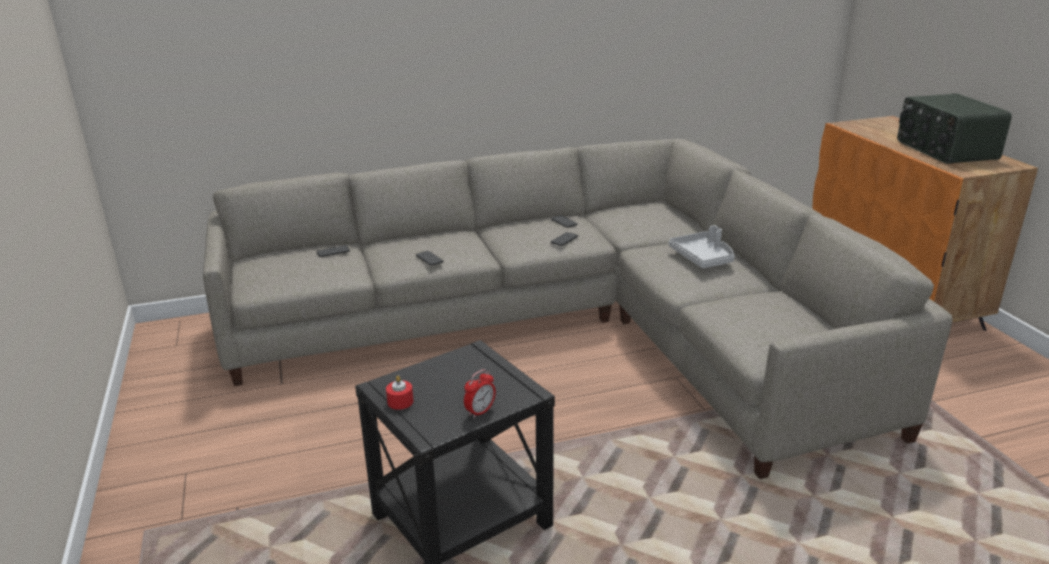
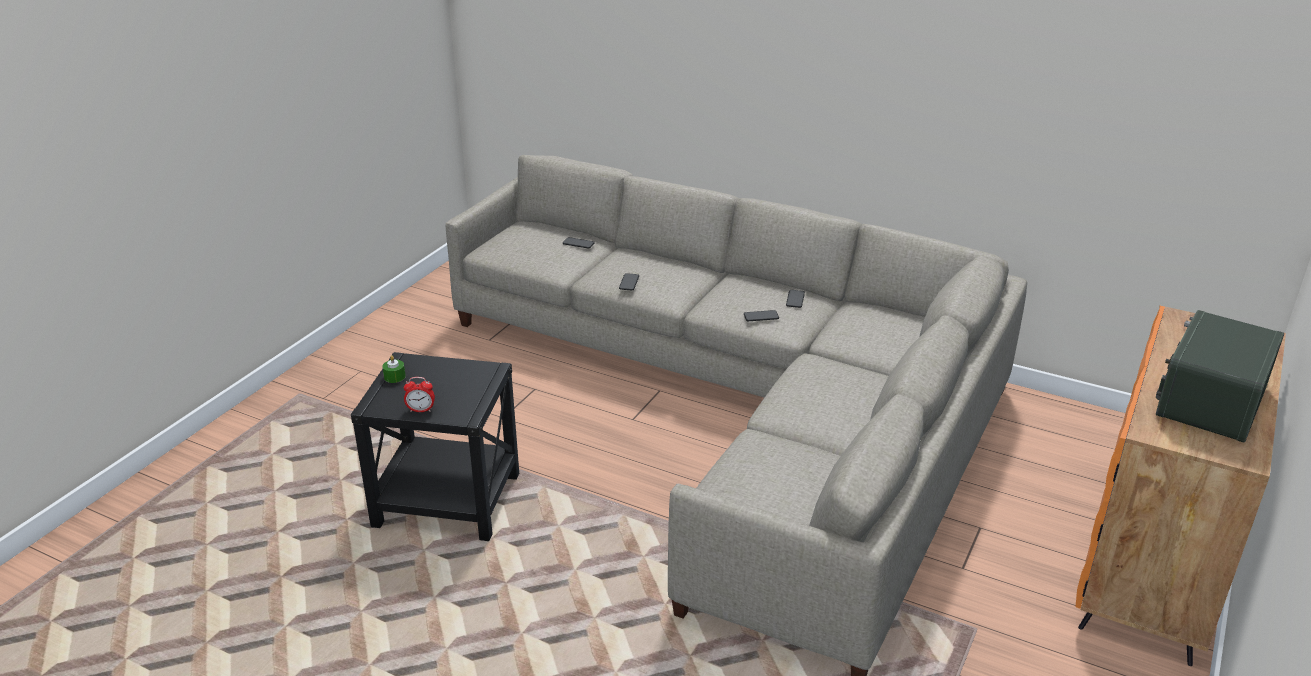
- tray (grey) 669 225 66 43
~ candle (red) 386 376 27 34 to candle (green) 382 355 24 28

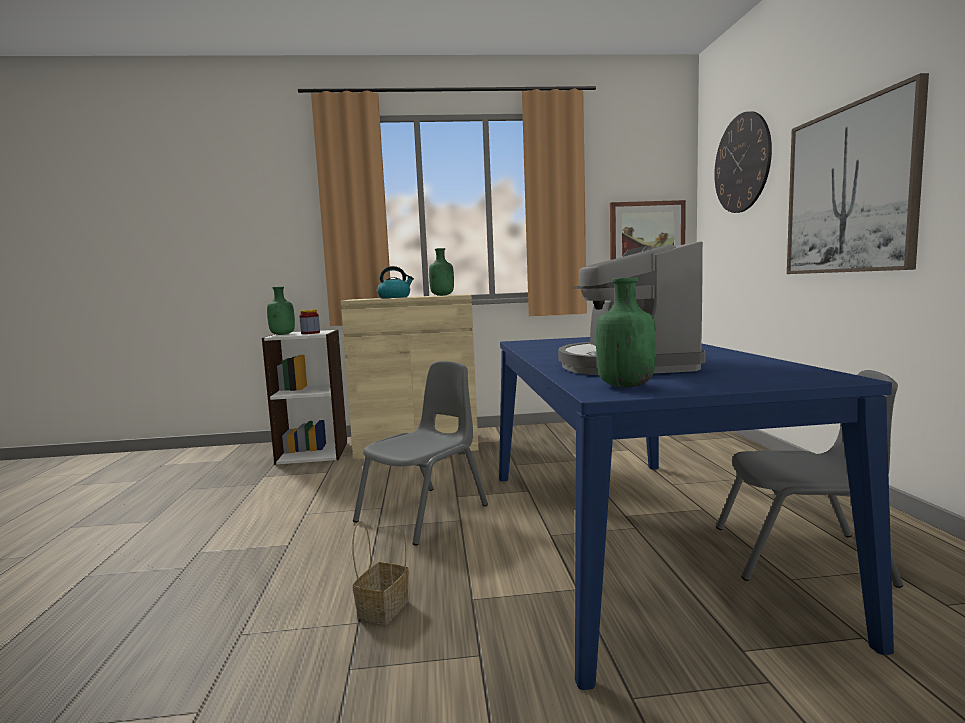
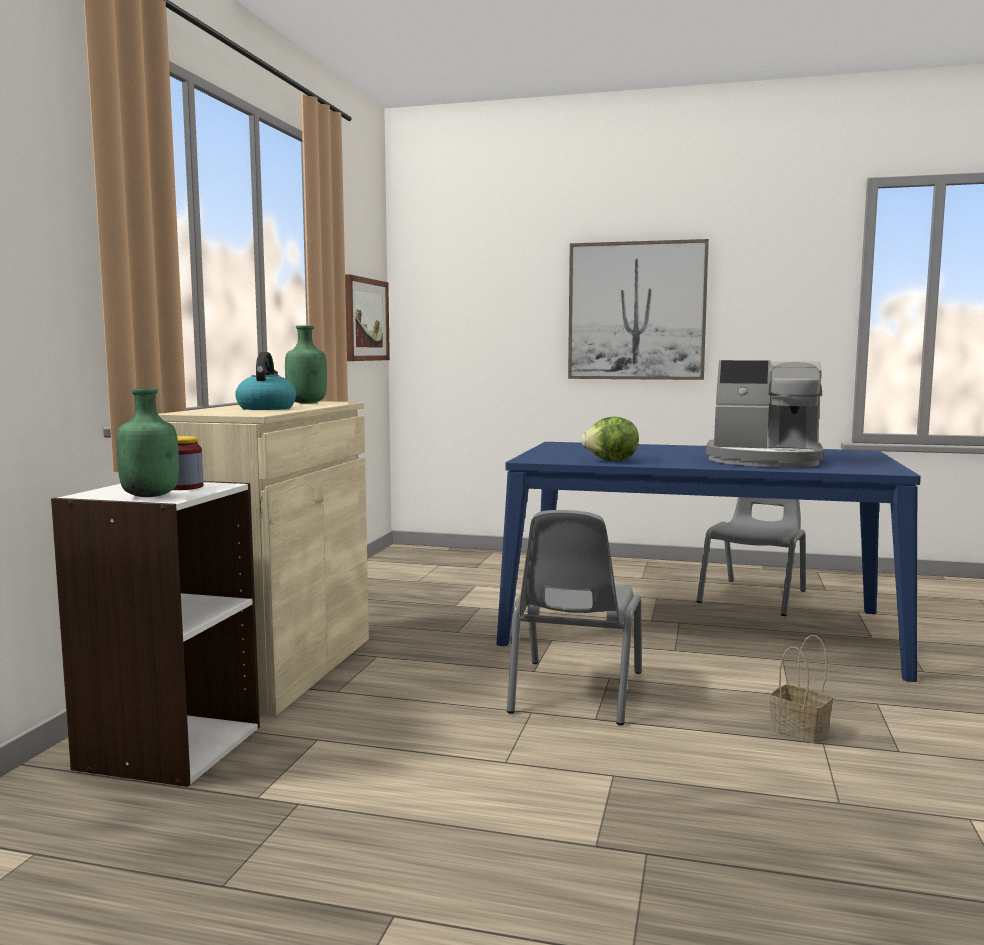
- wall clock 714 111 58 102
- bottle (green) 596 277 60 111
~ chair (grey) 353 361 135 185 = 507 510 135 215 135 degrees counterclockwise
+ lettuce 581 417 58 44

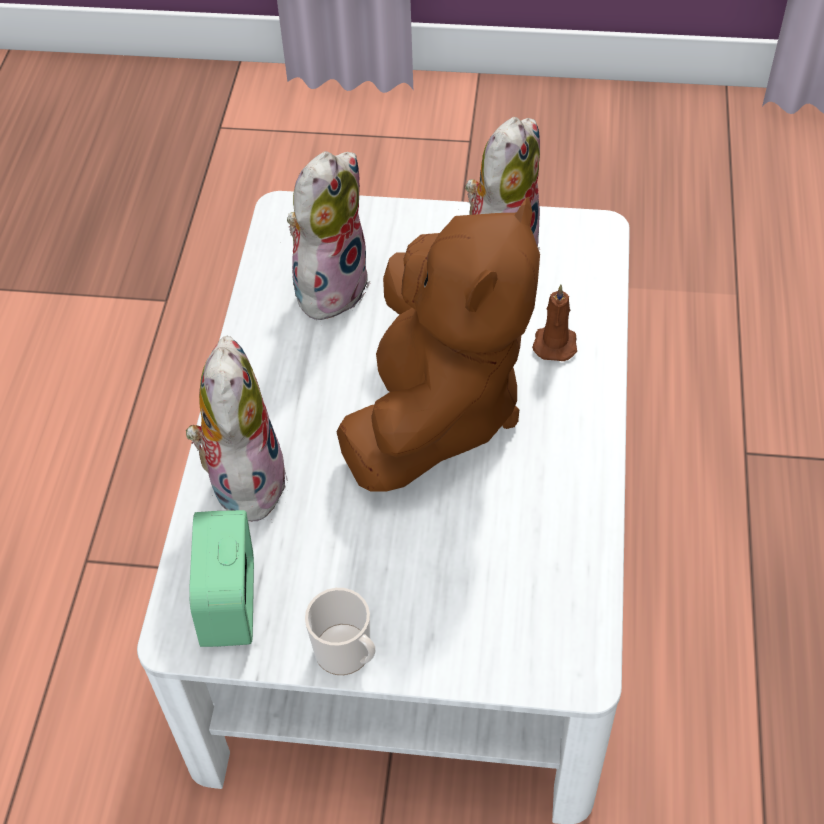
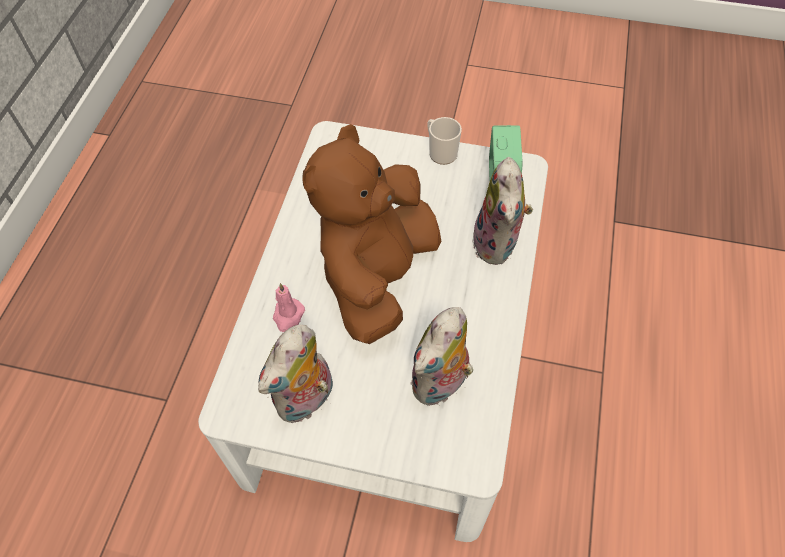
~ candle (brown) 532 284 45 77 to candle (pink) 273 283 32 49

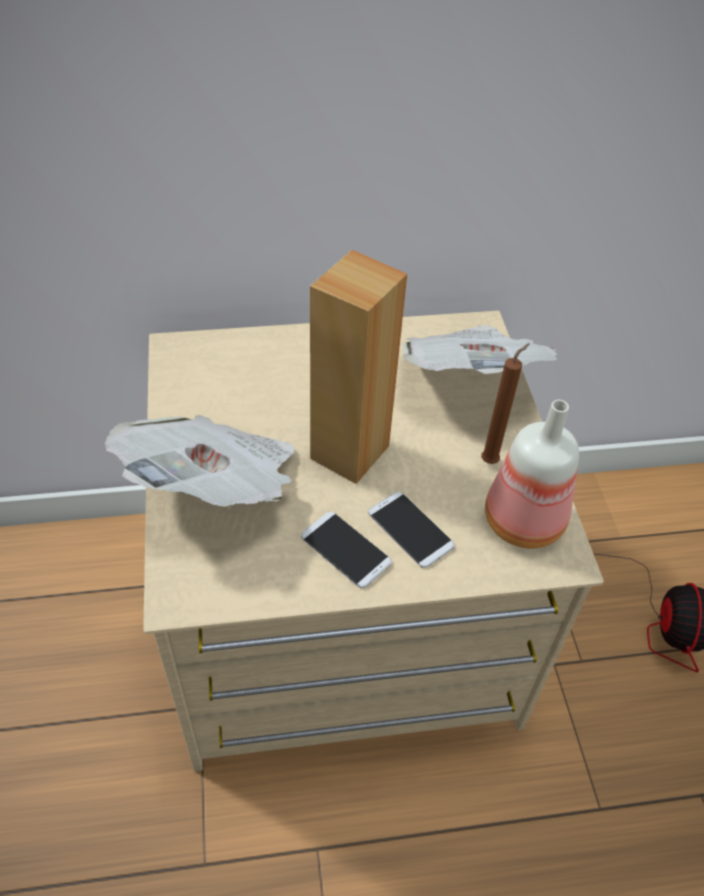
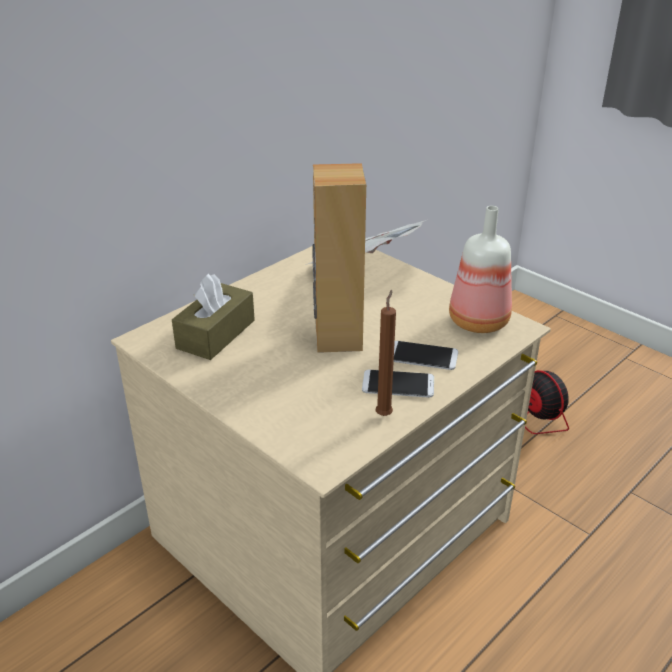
~ candle (brown) 481 343 49 121 to 376 290 20 126
- newspaper 105 415 190 92
+ tissue box (brown) 172 273 83 87

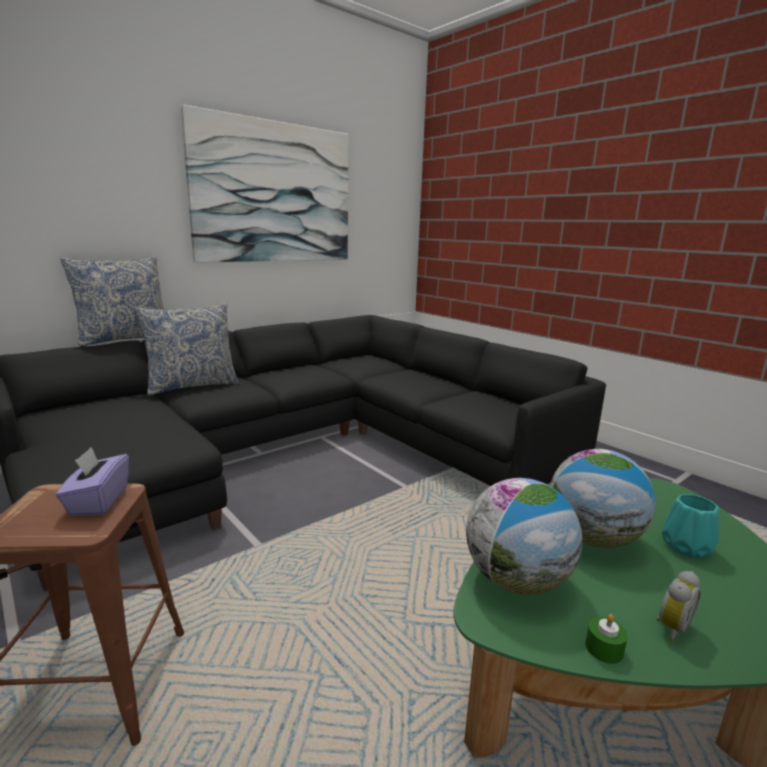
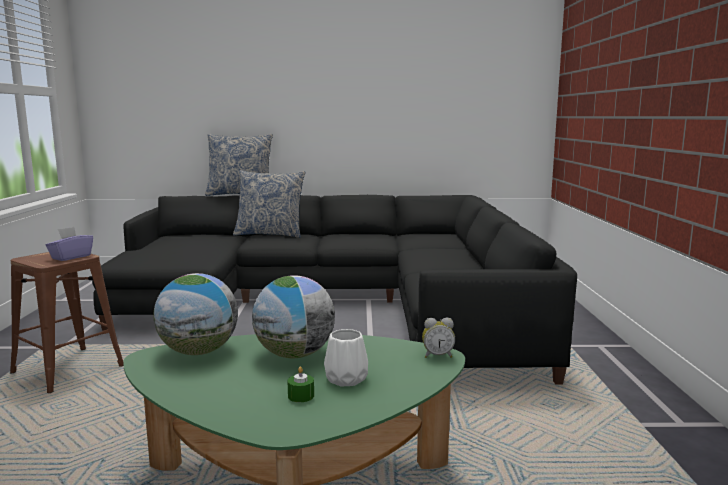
- picture 181 104 168 158
~ vase (turquoise) 662 494 57 64 to vase (white) 324 329 44 57
~ alarm clock 656 571 45 71 to 422 317 33 41
~ candle (green) 585 614 43 50 to 287 367 27 35

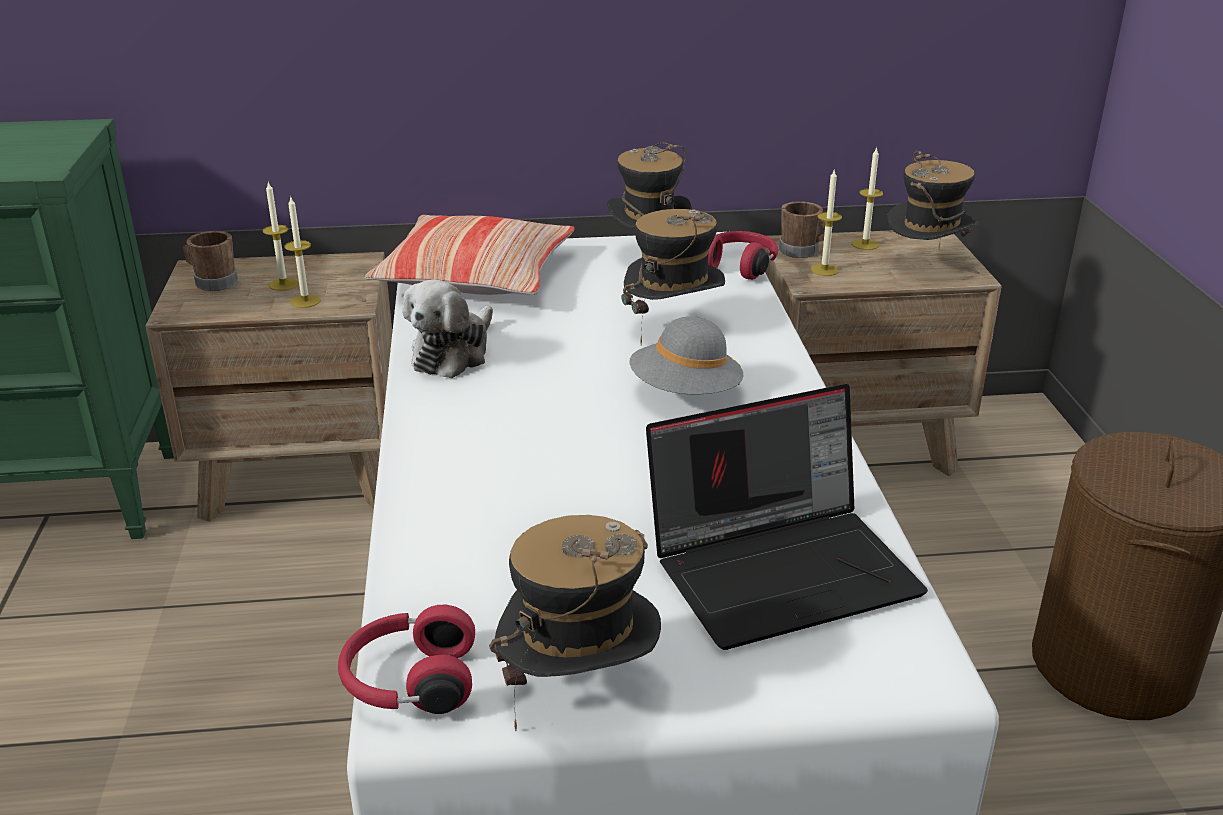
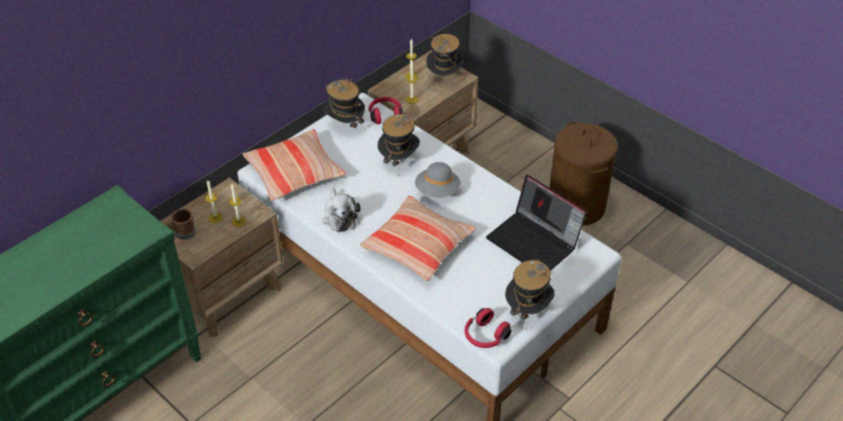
- mug (brown) 779 201 47 57
~ laptop 646 384 282 266 = 486 175 101 96 105 degrees clockwise
+ pillow 360 196 116 86

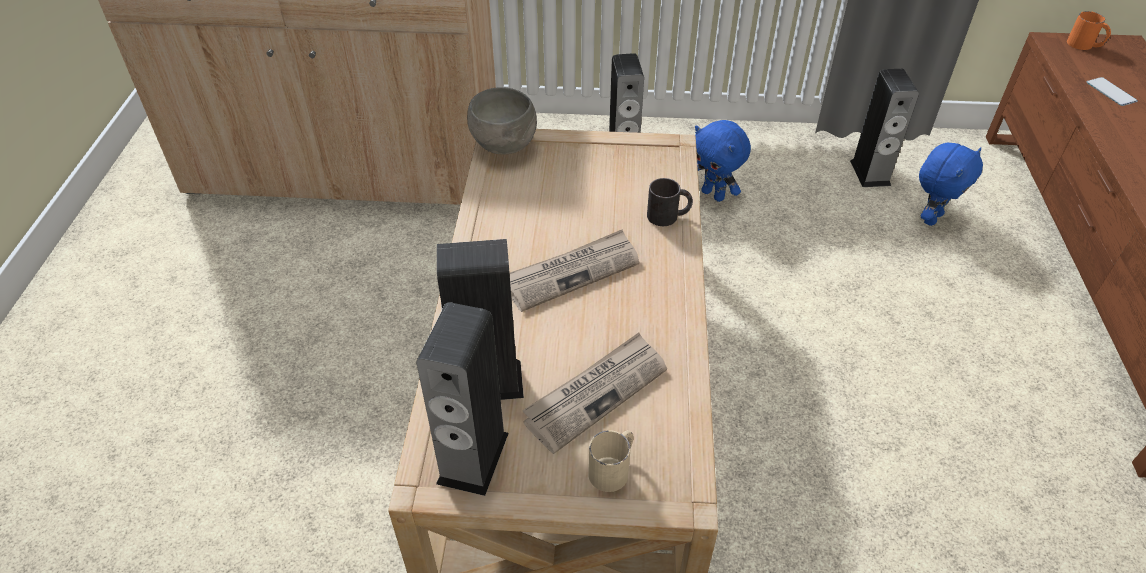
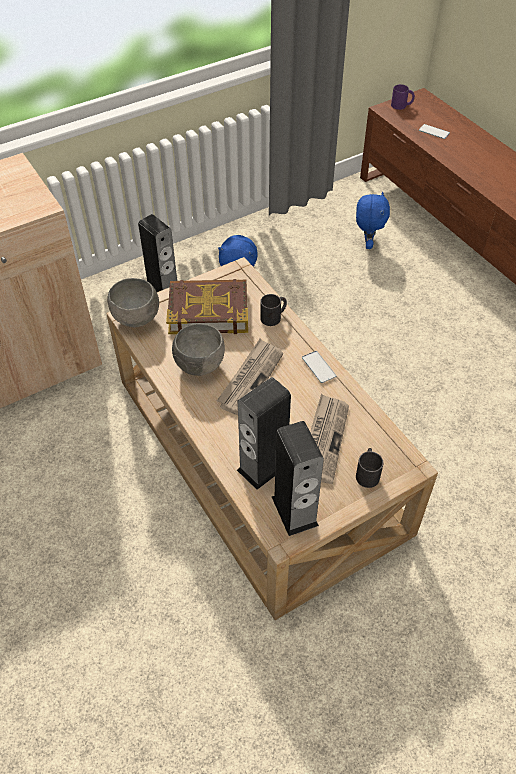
~ mug (orange) 1067 11 44 39 to mug (purple) 391 84 24 26
- speaker 850 69 69 118
~ mug (beige) 588 430 46 62 to mug (black) 356 448 28 40
+ book 166 279 82 55
+ bowl (grey) 172 324 53 52
+ phone 302 351 34 32

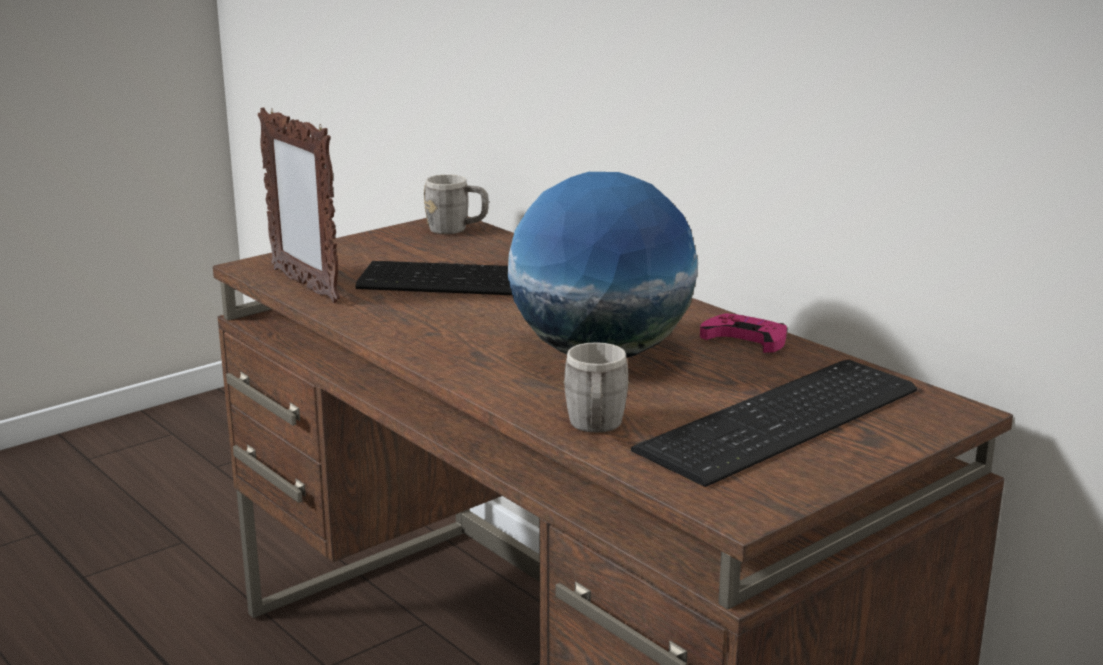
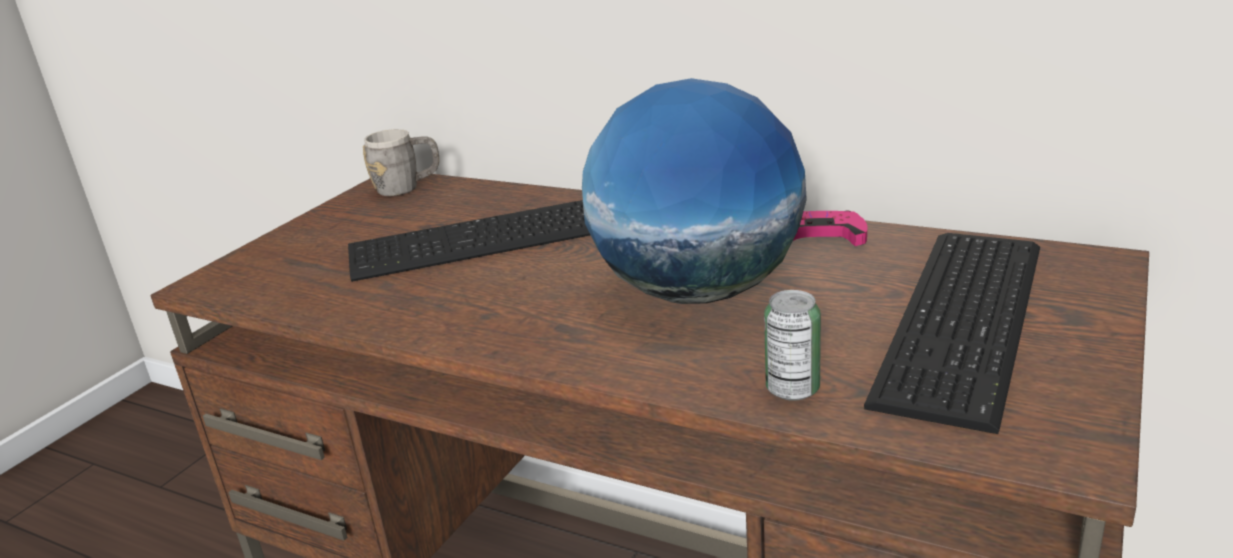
- picture frame 258 108 82 195
~ mug (grey) 563 342 66 91 to can 764 290 57 111

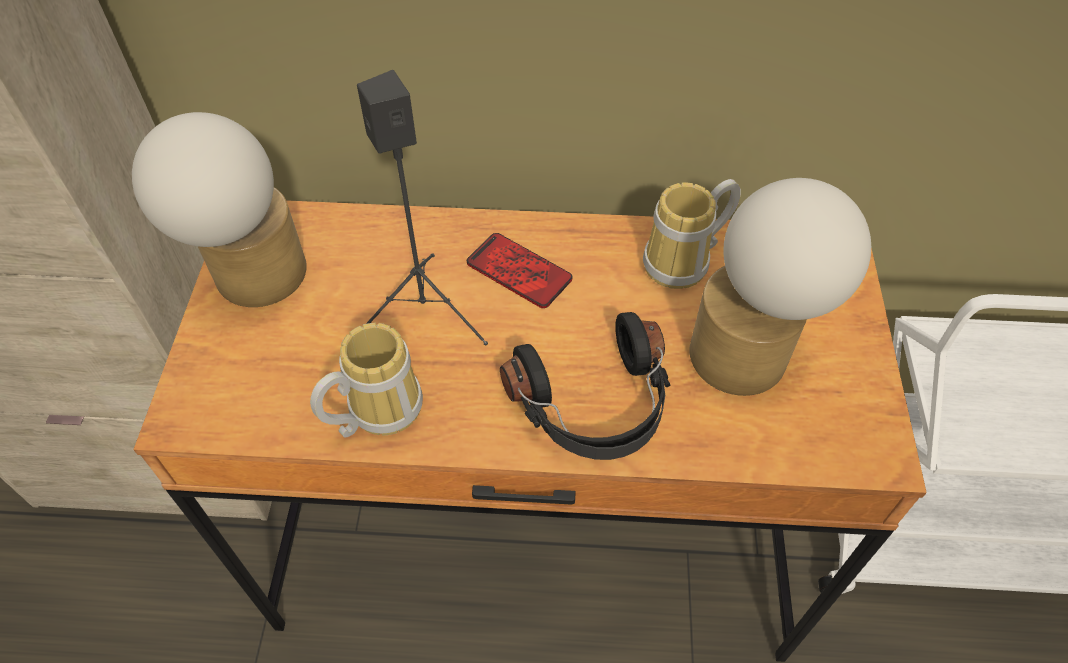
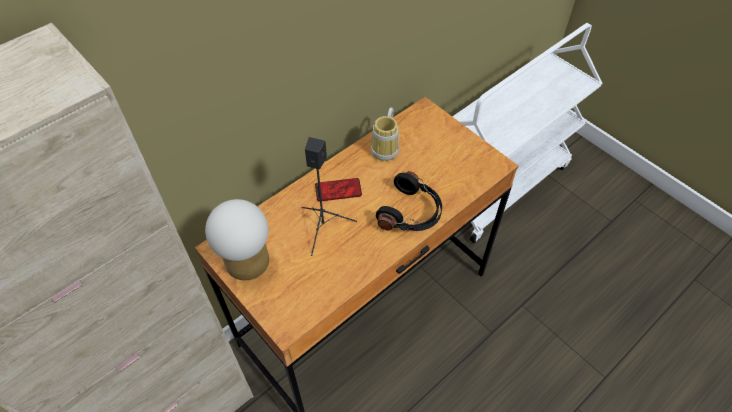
- table lamp 689 178 182 218
- mug 310 322 113 116

